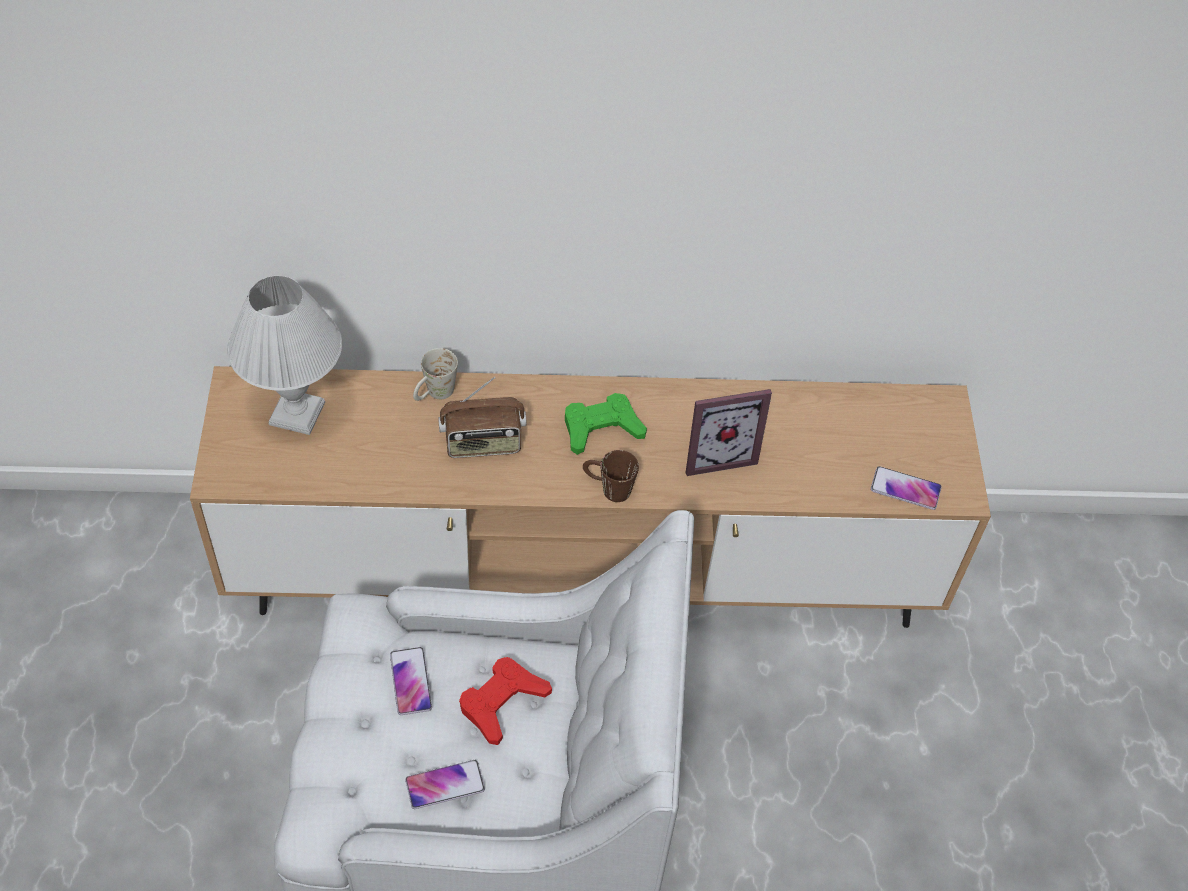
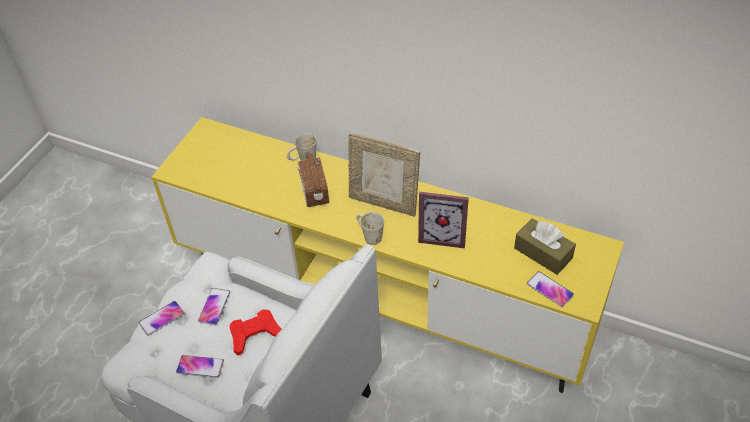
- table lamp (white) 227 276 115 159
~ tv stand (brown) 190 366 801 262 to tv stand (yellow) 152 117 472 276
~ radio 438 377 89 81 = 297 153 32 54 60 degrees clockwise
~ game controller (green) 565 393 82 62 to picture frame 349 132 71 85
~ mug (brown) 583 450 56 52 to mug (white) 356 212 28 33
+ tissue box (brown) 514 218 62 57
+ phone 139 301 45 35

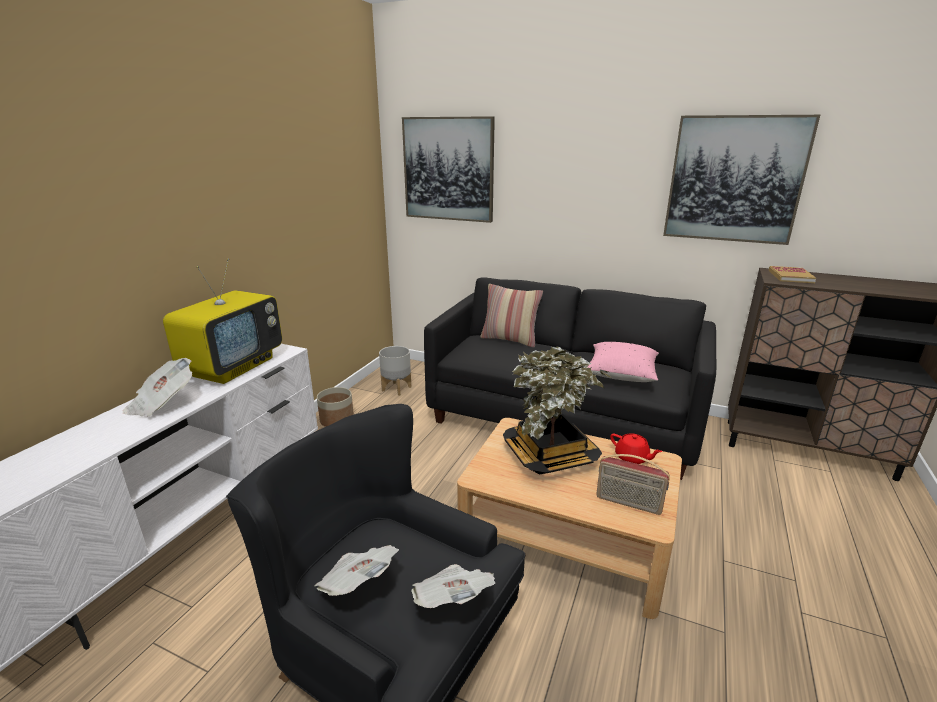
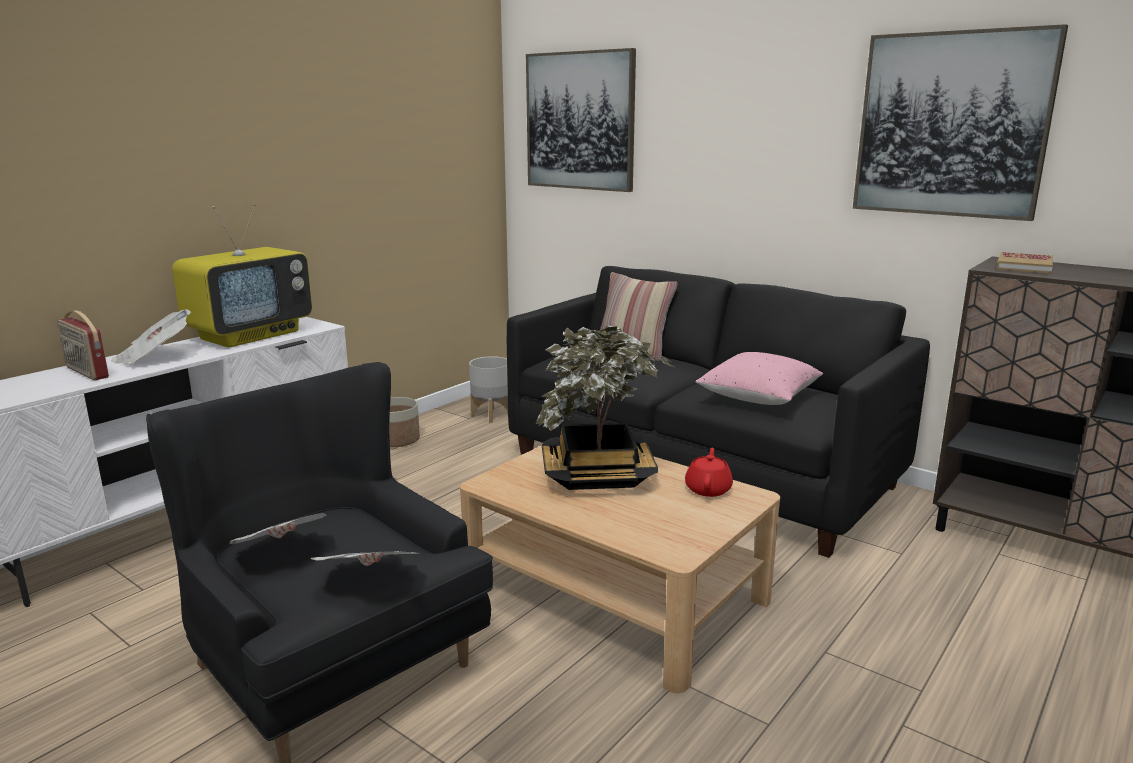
~ teapot (red) 610 433 52 31 = 685 448 48 49 135 degrees counterclockwise
~ radio 596 454 74 61 to 57 310 52 70

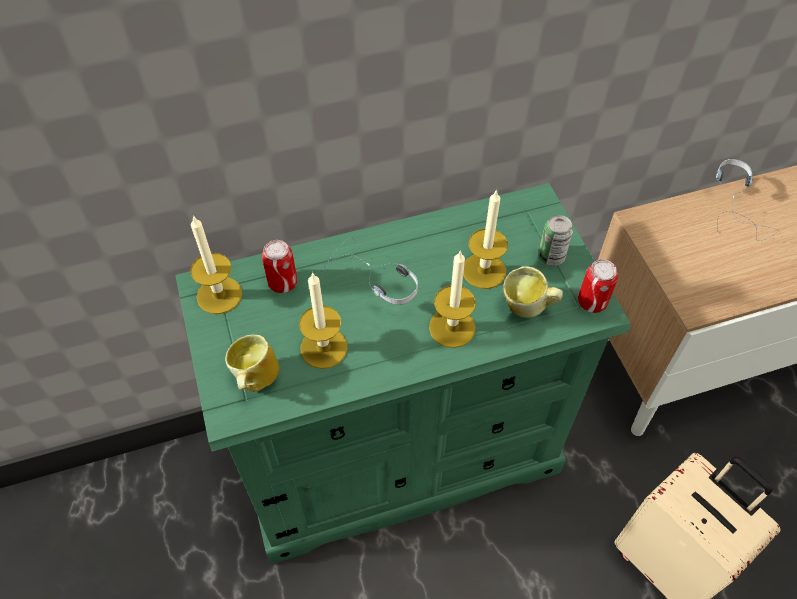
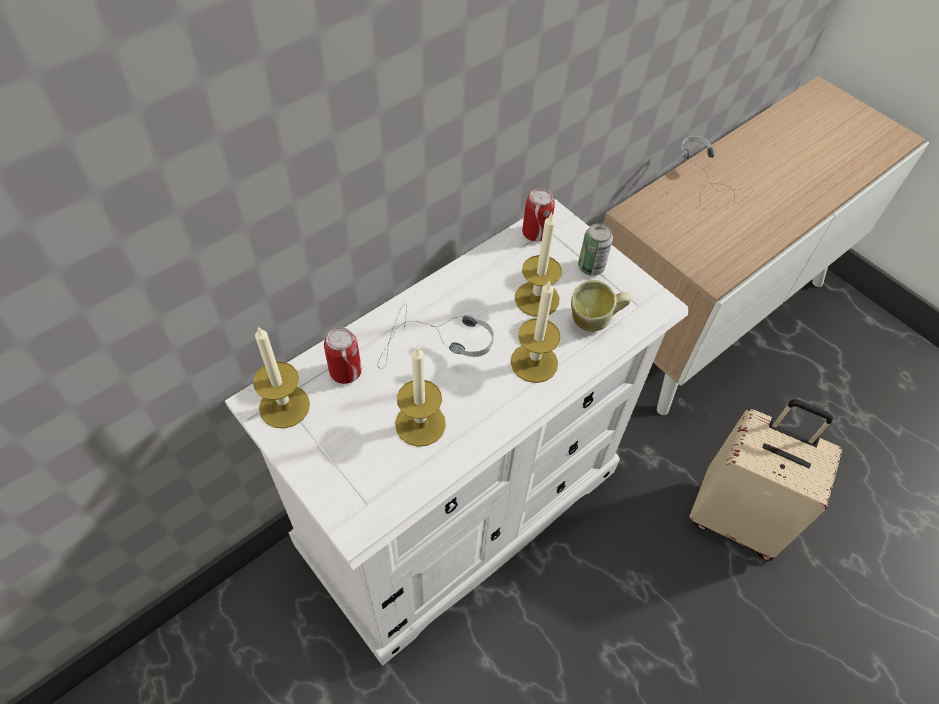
~ dresser (green) 175 183 455 381 to dresser (white) 225 199 463 467
~ can 578 259 40 54 to 522 188 33 54
- mug 225 334 54 58

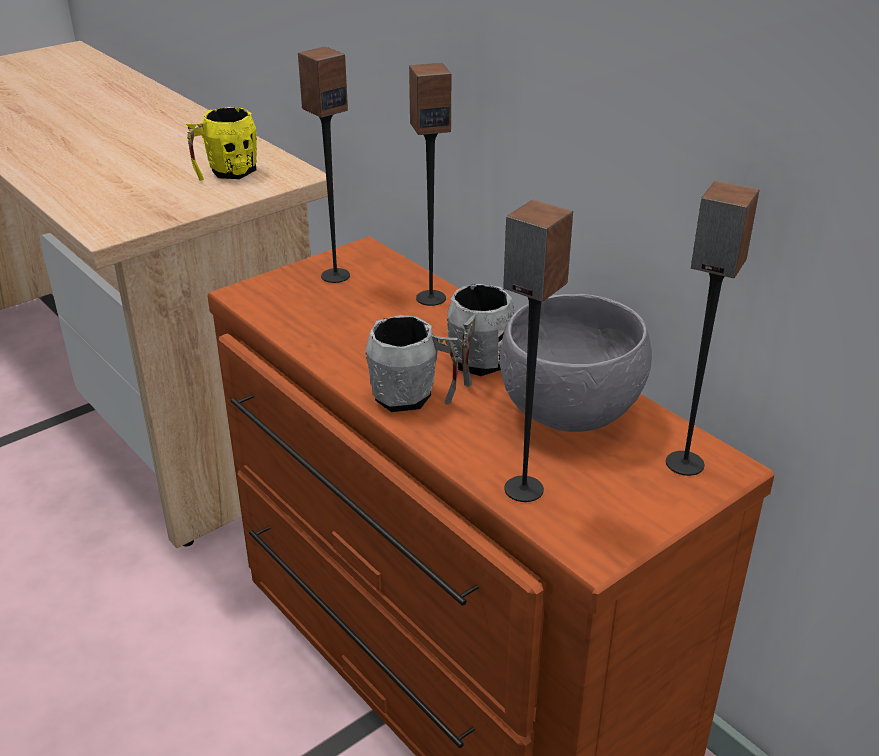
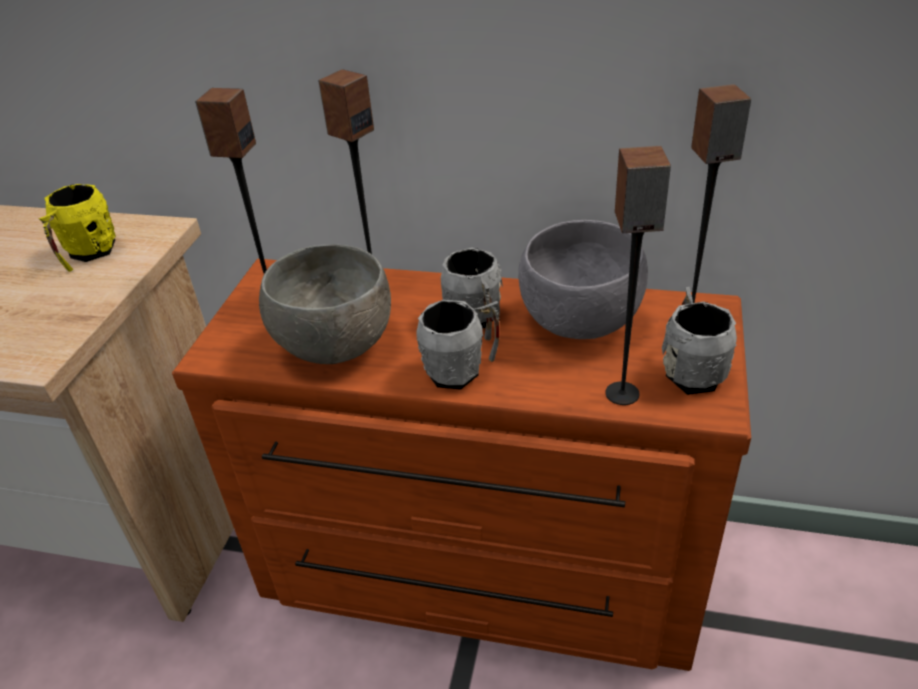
+ bowl (grey) 259 244 132 120
+ mug (grey) 662 287 75 108

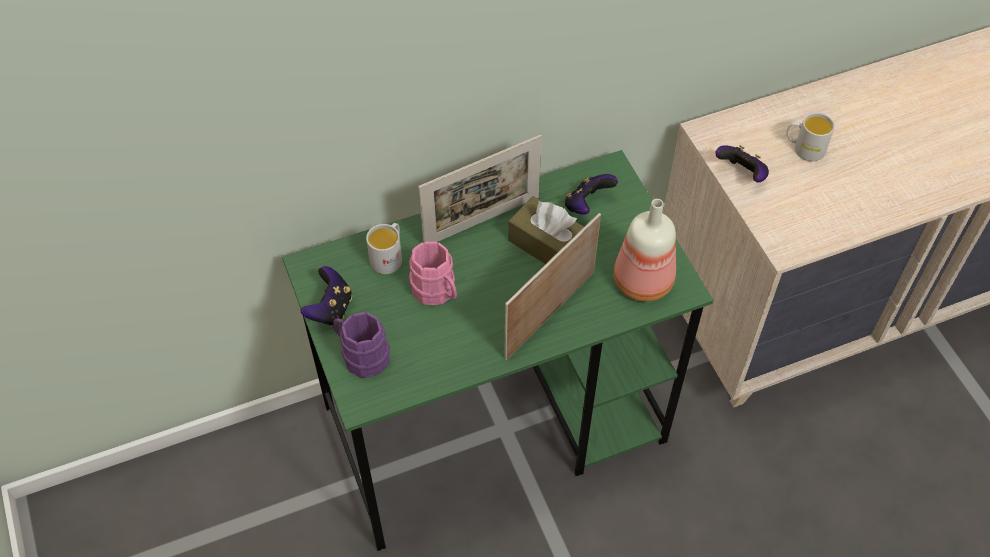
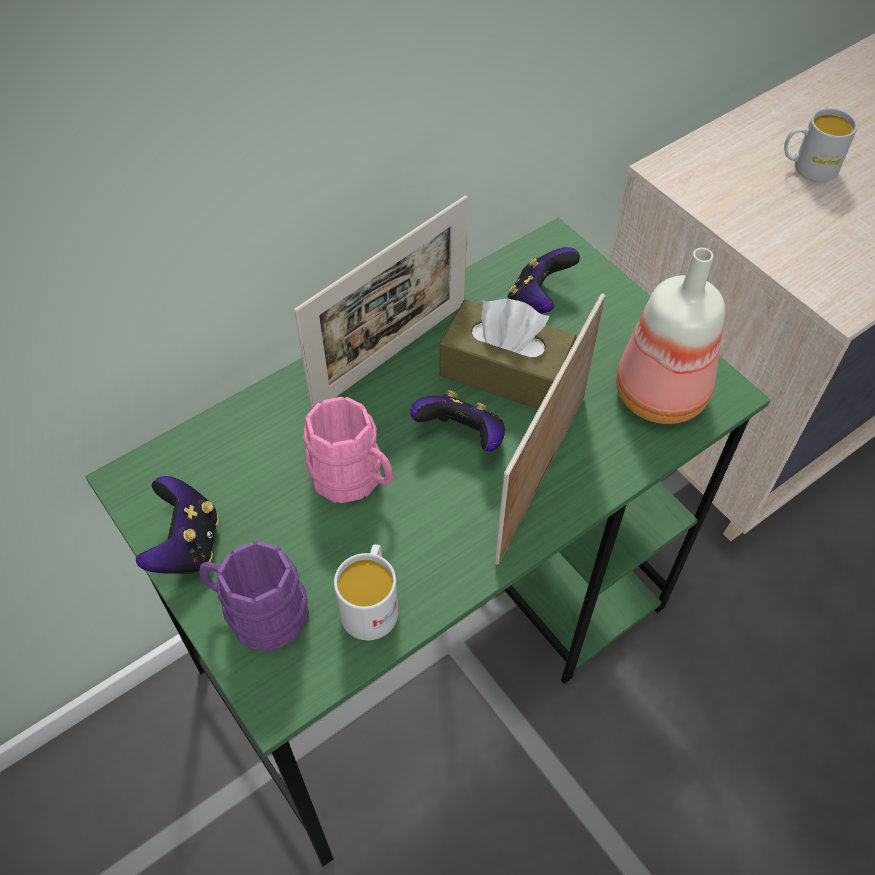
~ game controller 715 145 54 37 to 410 390 95 62
~ mug (white) 366 223 36 51 to 334 544 64 96

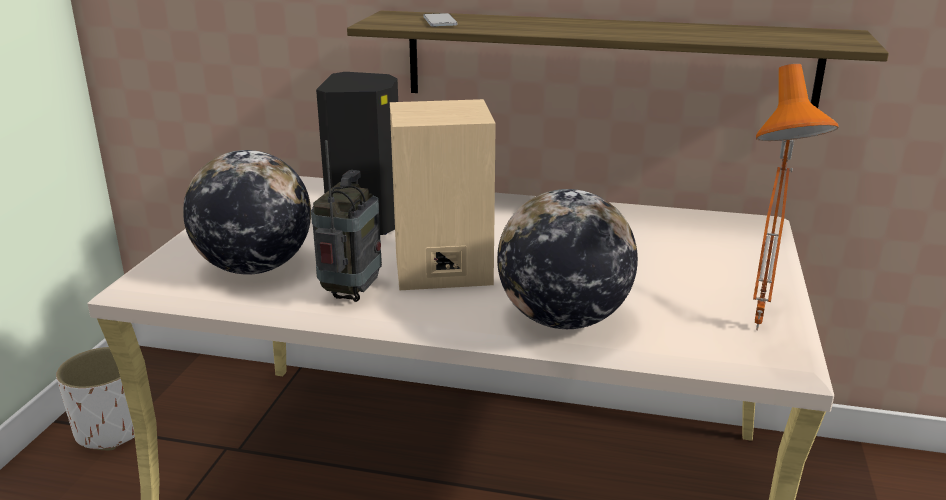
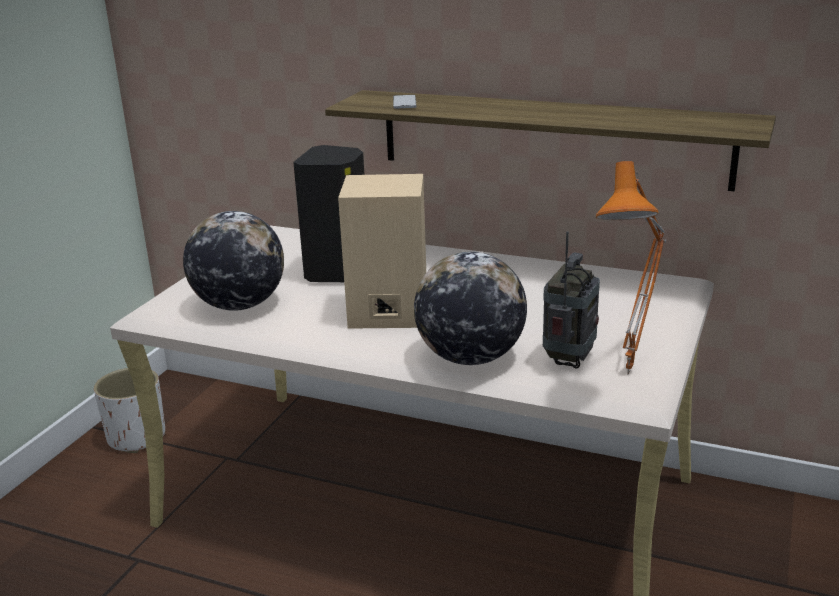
~ radio 311 140 71 162 to 543 231 57 138

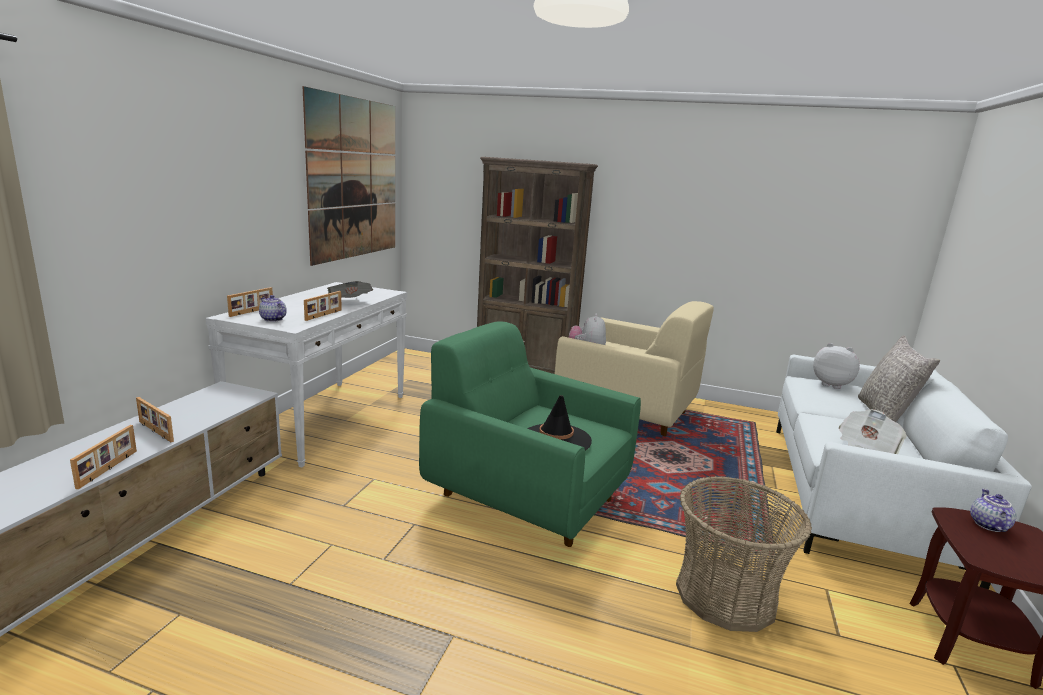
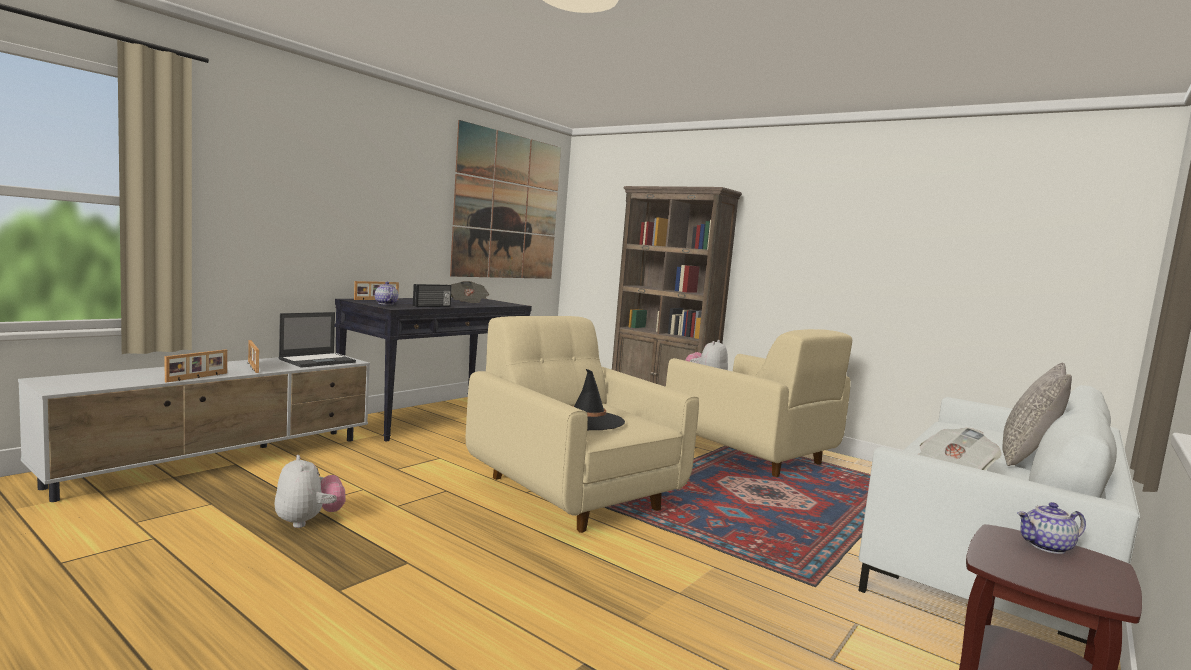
~ console table (white) 205 282 202 186 to console table (black) 335 298 197 144
~ picture frame 304 291 38 30 to radio 413 284 39 23
~ armchair (green) 419 322 222 225 to armchair (beige) 466 316 233 217
~ plush toy 813 343 47 46 to 275 455 71 73
- basket 676 476 136 156
~ teapot 970 488 46 44 = 1017 502 69 52 135 degrees counterclockwise
+ laptop 279 312 77 55

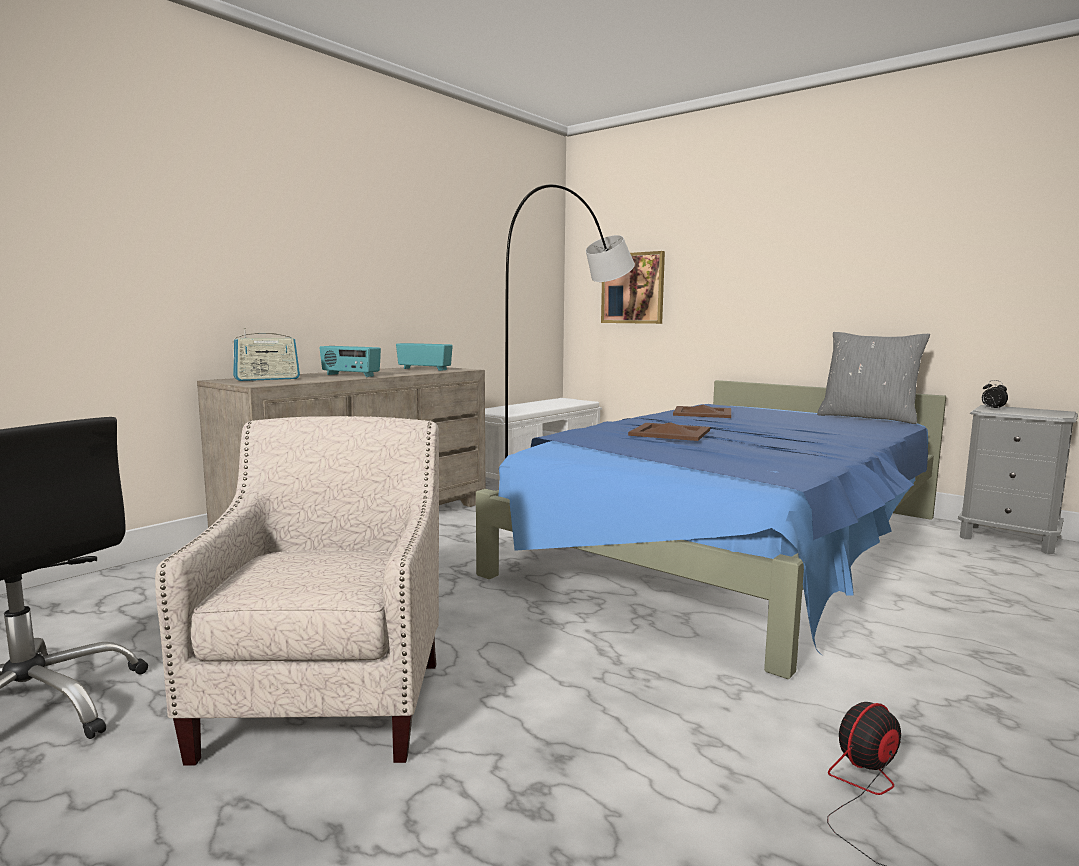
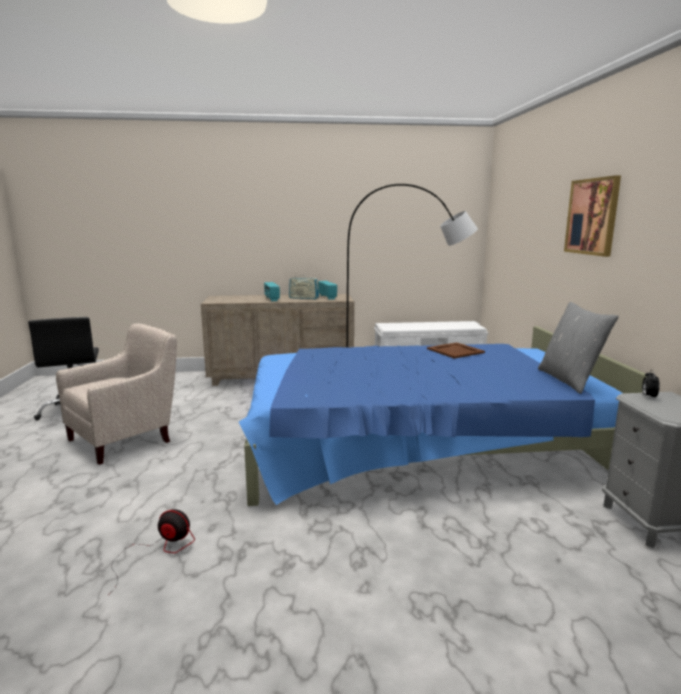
~ picture 601 251 64 73 to 564 175 57 82
~ radio 232 328 68 53 to 289 273 30 26
- tray (brown) 628 422 82 19

